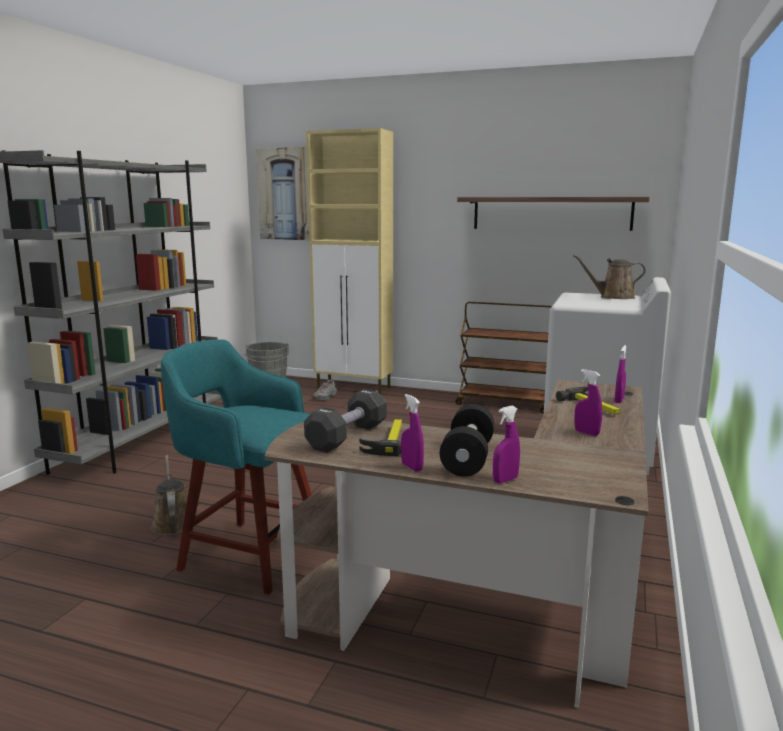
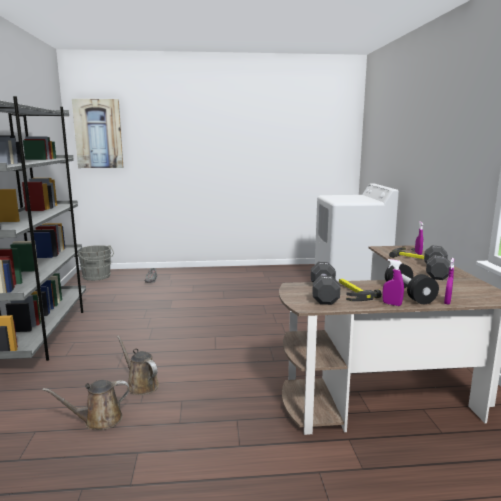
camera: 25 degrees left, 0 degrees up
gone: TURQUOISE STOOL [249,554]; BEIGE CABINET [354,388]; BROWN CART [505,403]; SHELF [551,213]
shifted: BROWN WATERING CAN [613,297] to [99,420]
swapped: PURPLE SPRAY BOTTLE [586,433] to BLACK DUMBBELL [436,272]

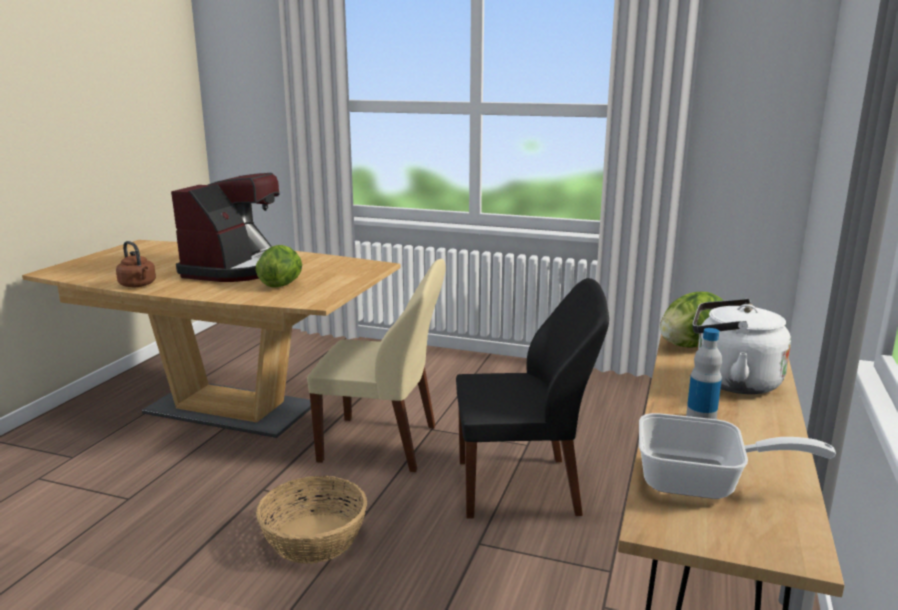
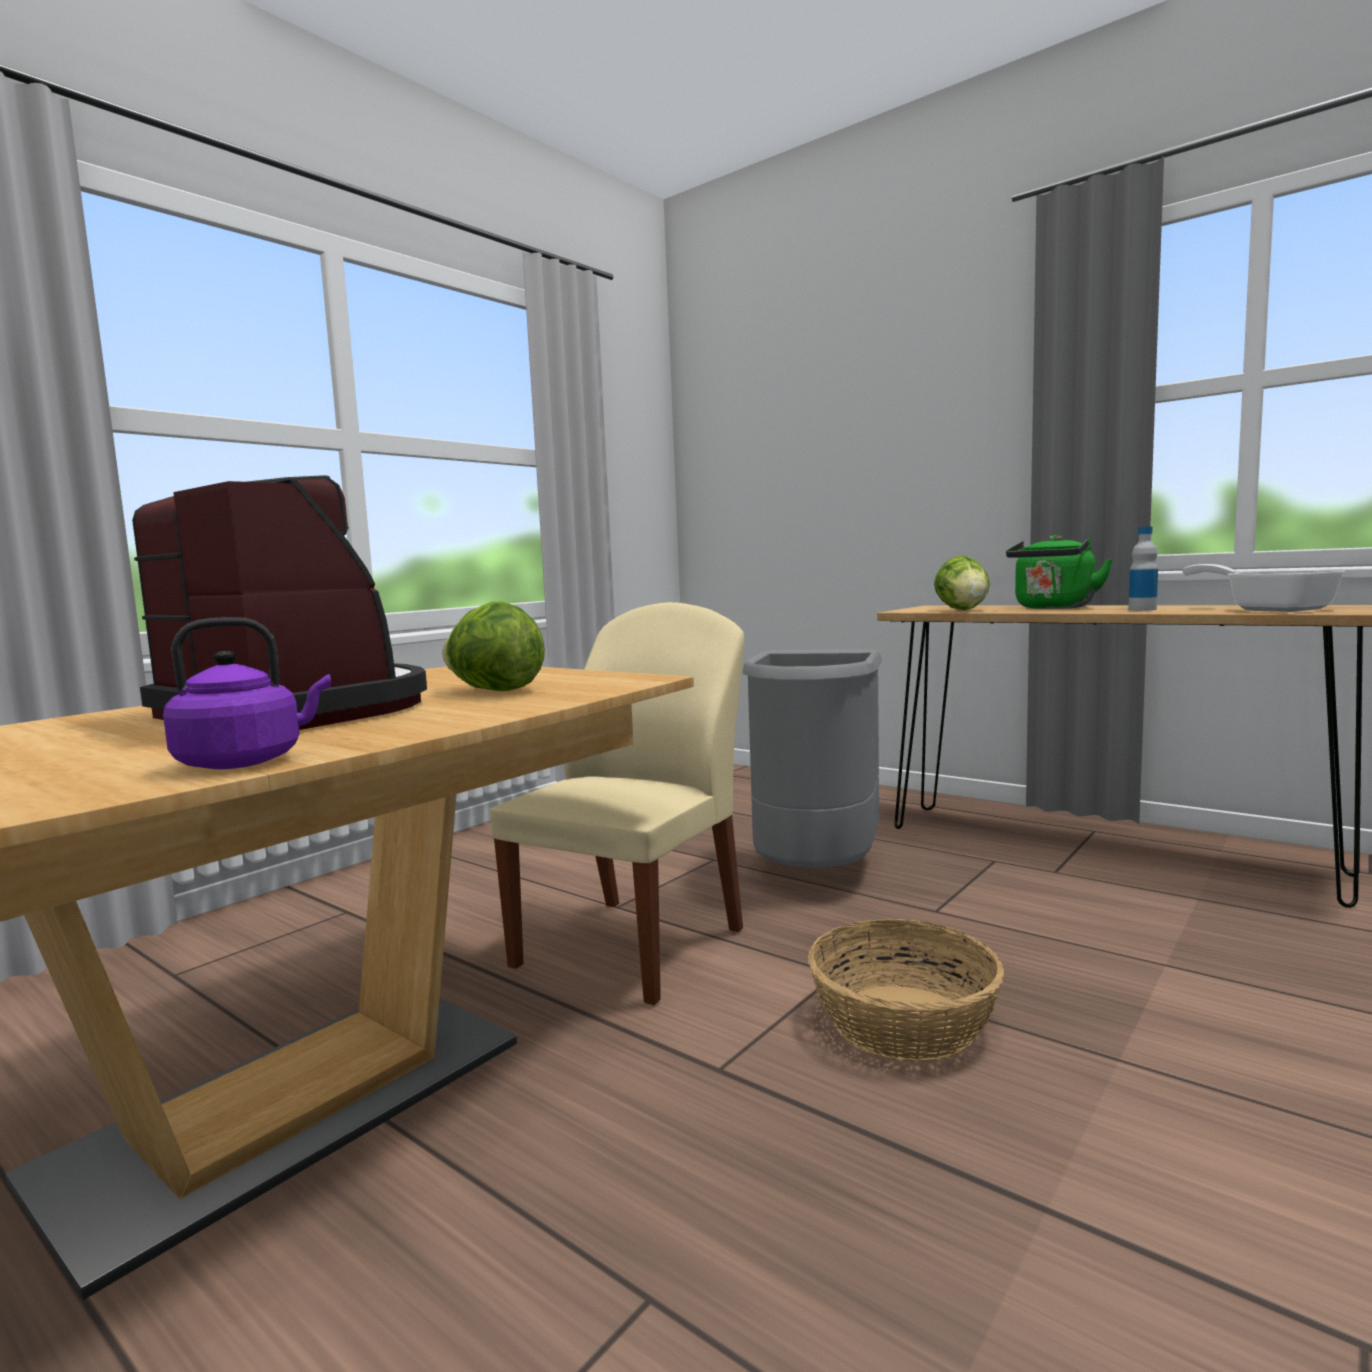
camera: 70 degrees left, 10 degrees down
swapped: BLACK CHAIR [521,487] to GREY TRASH CAN [817,875]
repainted: BROWN KETTLE [138,285] to PURPLE KETTLE [247,761]; WHITE KETTLE [730,382] to GREEN KETTLE [1053,608]
rotated: FRYING PAN [703,483] = [1269,609] 60 degrees counterclockwise

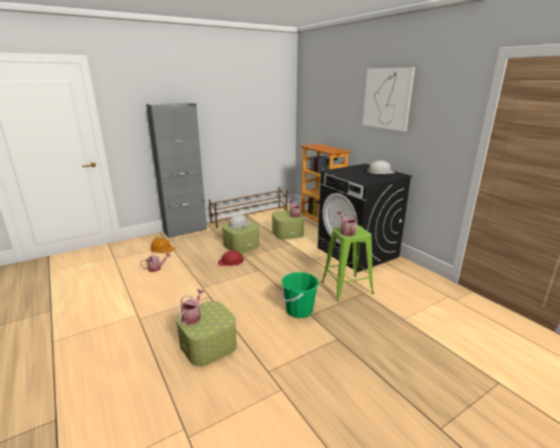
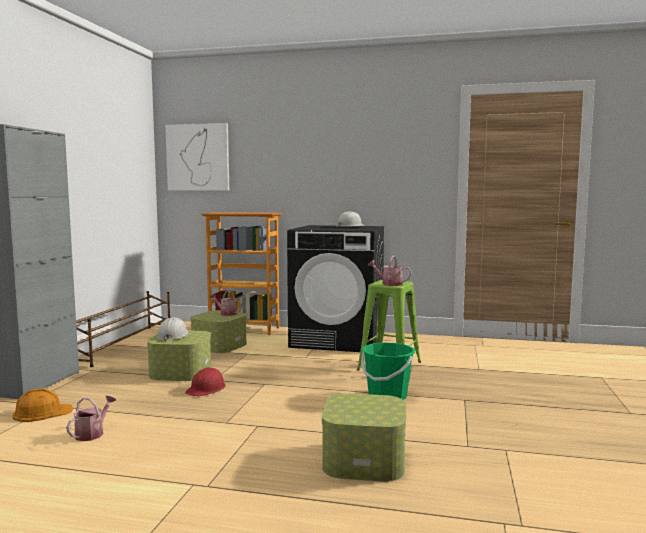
camera: 45 degrees left, 15 degrees down
gone: WATERING CAN [192,316]
shifted: PICTURE [387,98] to [198,157]

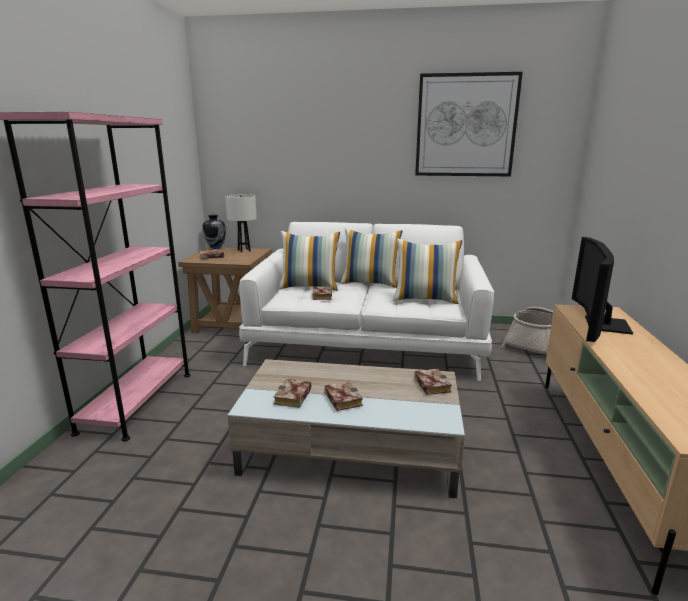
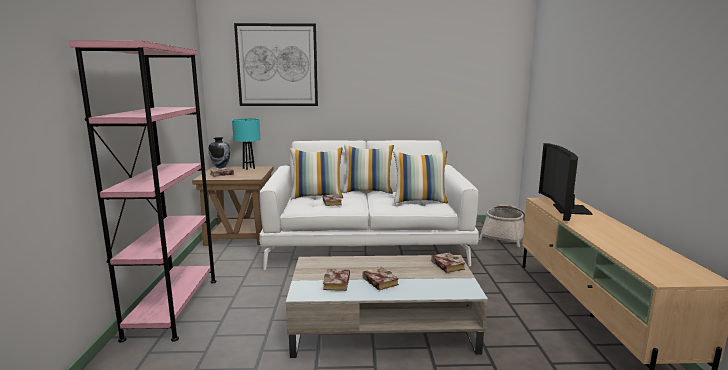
camera: 10 degrees left, 5 degrees down
shifted: PICTURE [466,126] to [277,65]
repainted: WHITE TABLE LAMP [244,250] to TURQUOISE TABLE LAMP [248,168]

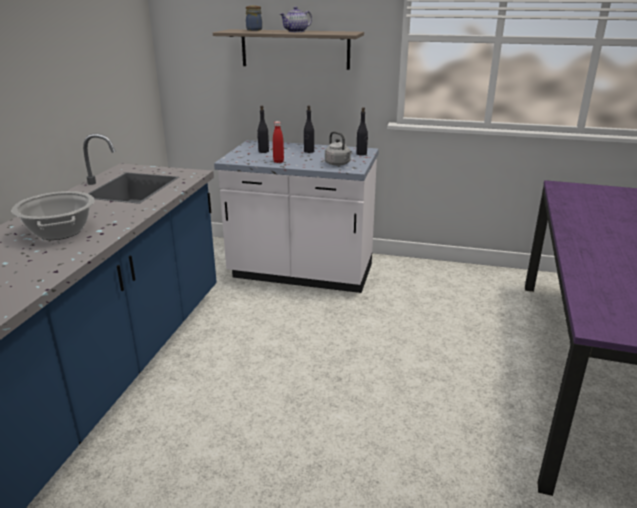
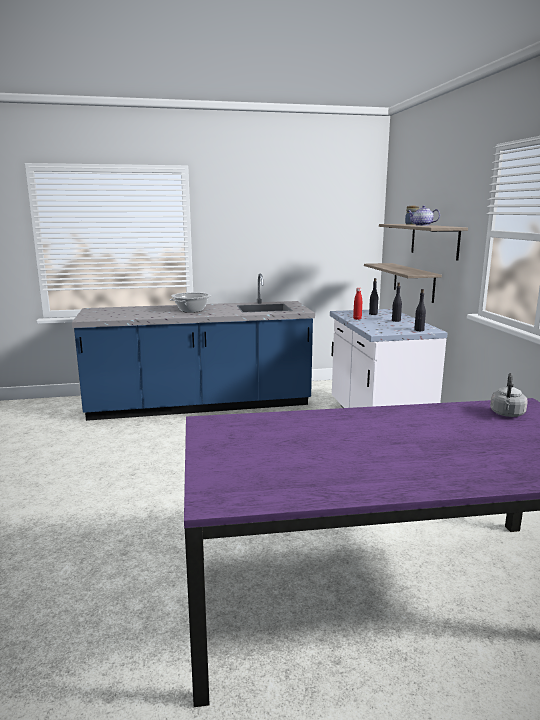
camera: 65 degrees right, 10 degrees down
new: SHELF [413,282]
shifted: GREY KETTLE [338,164] to [507,414]

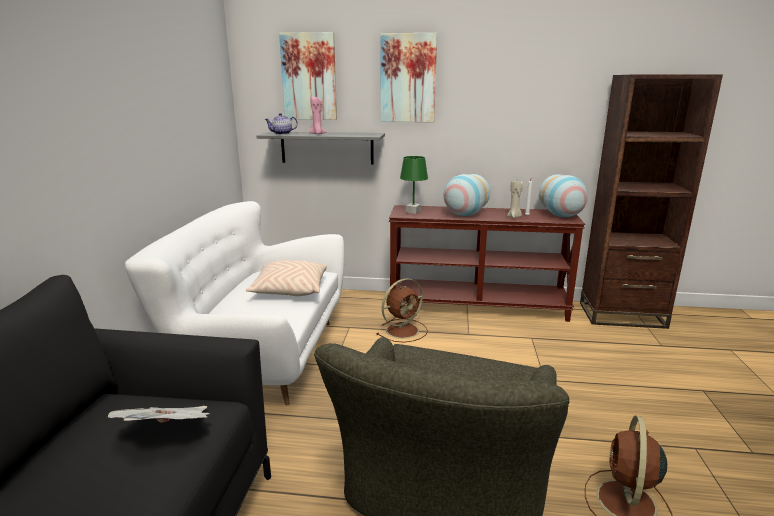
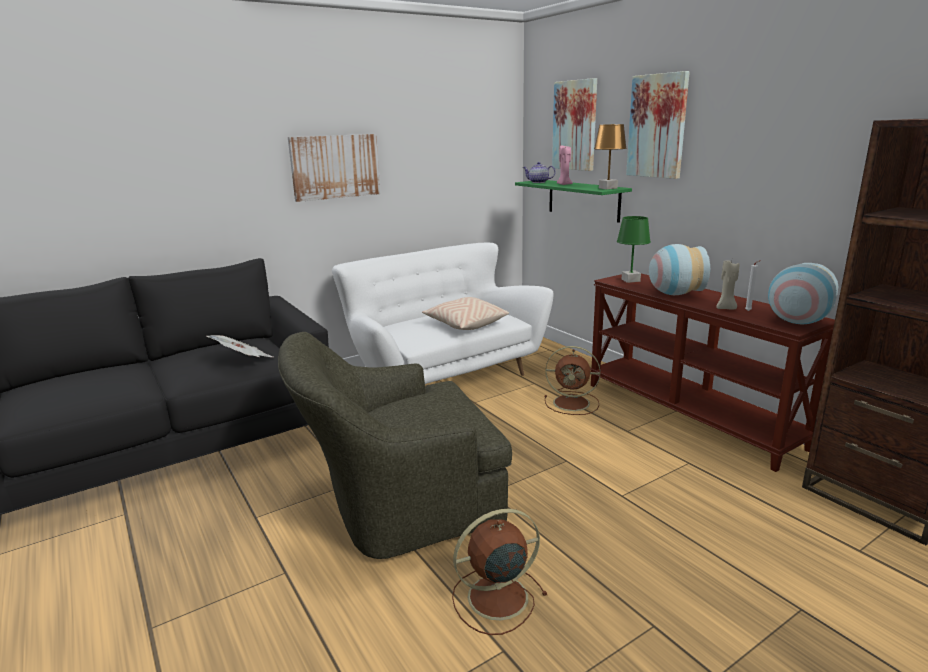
camera: 50 degrees right, 0 degrees up
new: PICTURE [335,166]; BROWN TABLE LAMP [608,188]
repainted: GREY SHELF [327,148] to GREEN SHELF [583,200]

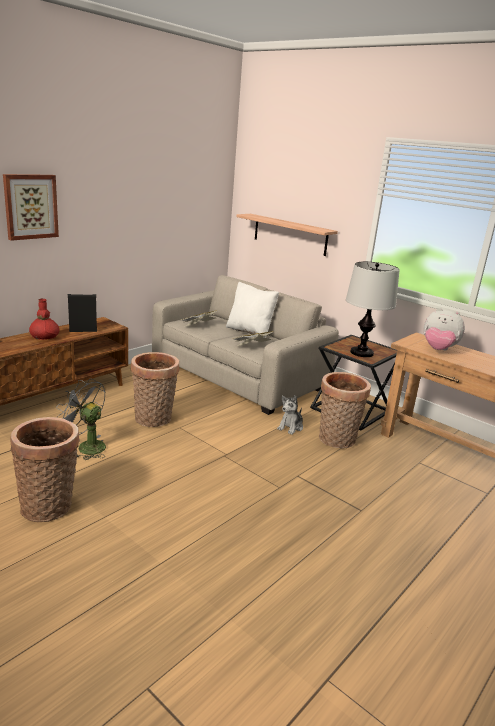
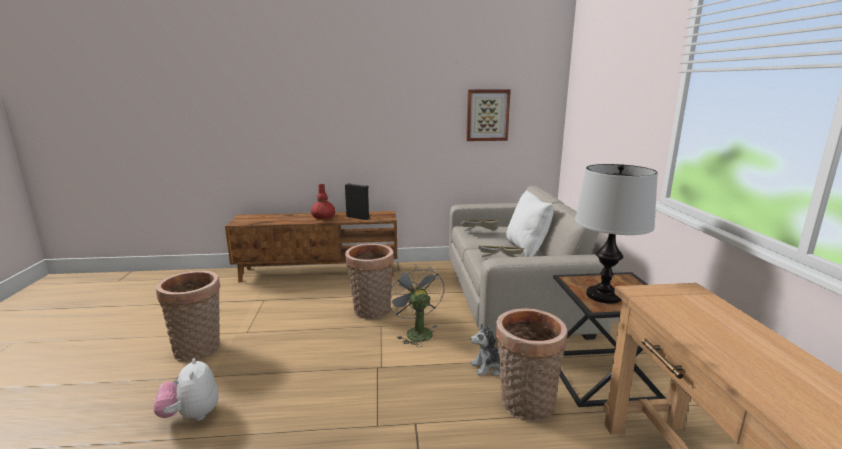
camera: 45 degrees right, 5 degrees down
gone: SHELF [290,234]
shifted: PICTURE [30,206] to [487,115]; GREY FAN [86,446] to [416,332]; PLUSH TOY [438,350] to [191,415]

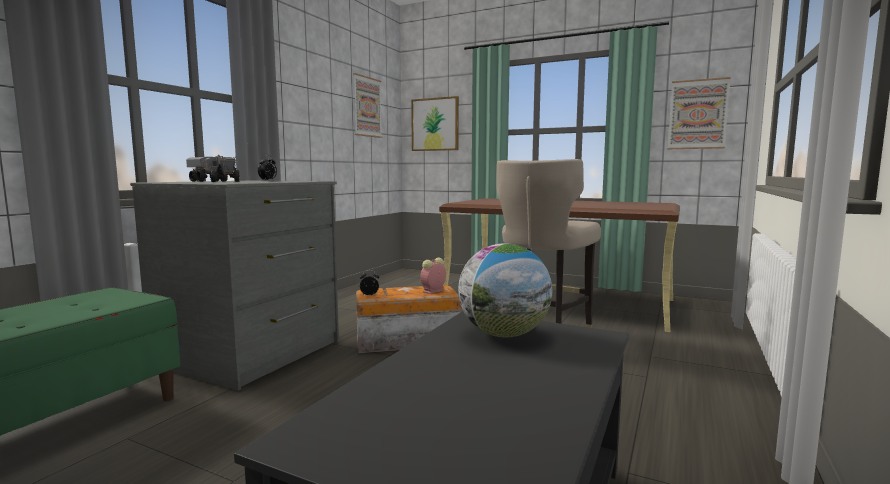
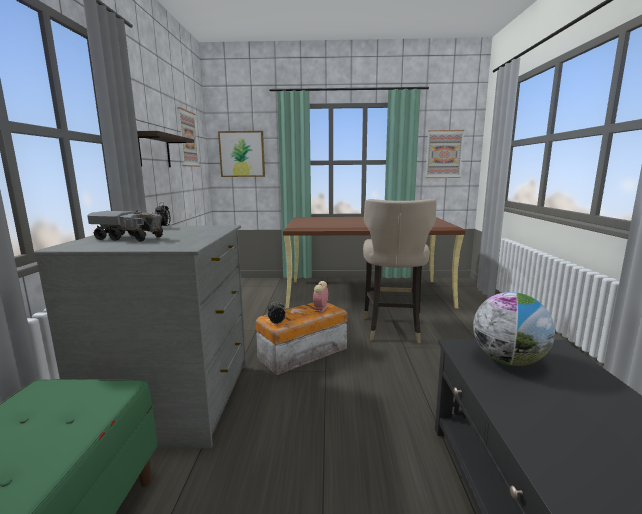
camera: 25 degrees left, 5 degrees up
new: SHELF [154,151]

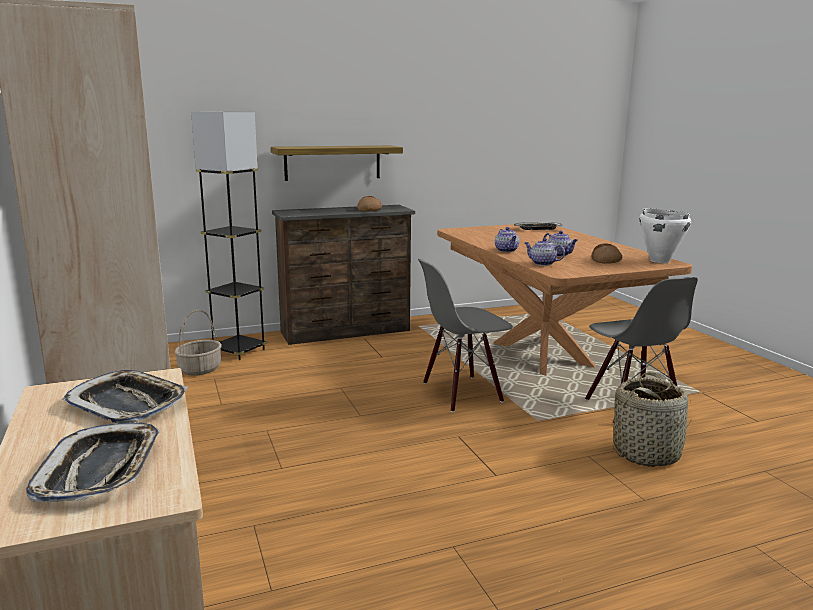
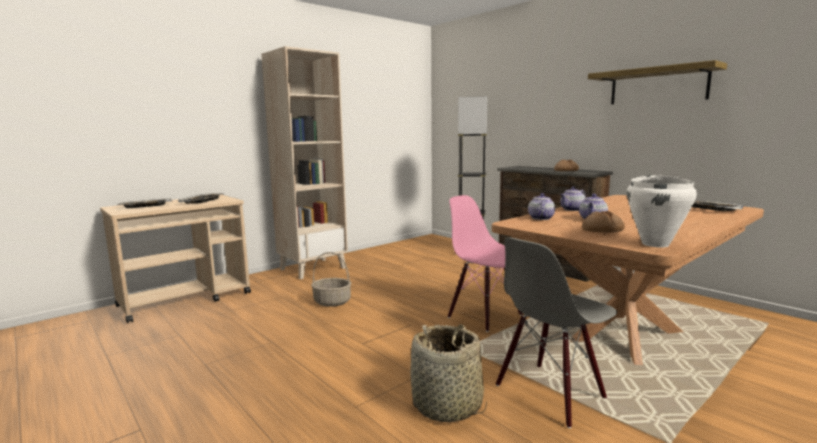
camera: 70 degrees right, 5 degrees down
shifted: BASKET [200,369] to [331,302]; SHELF [332,162] to [658,86]
repainted: GREY CHAIR [461,393] to PINK CHAIR [485,315]

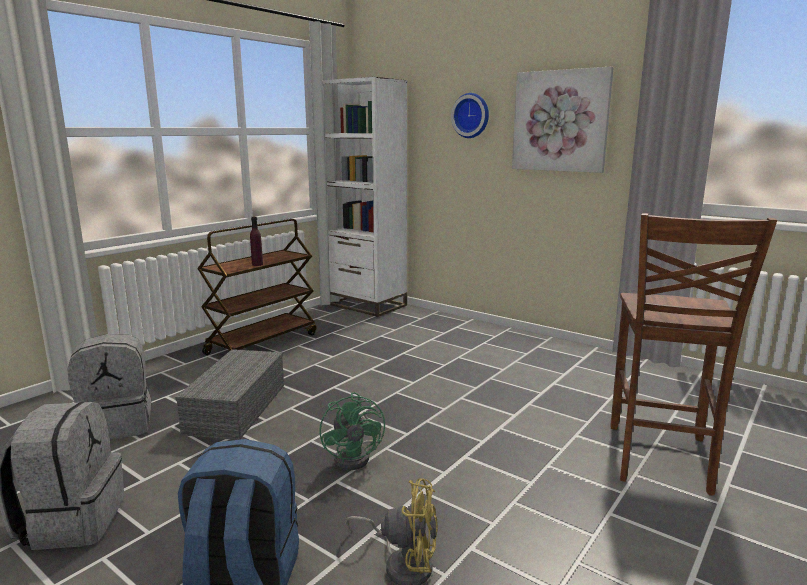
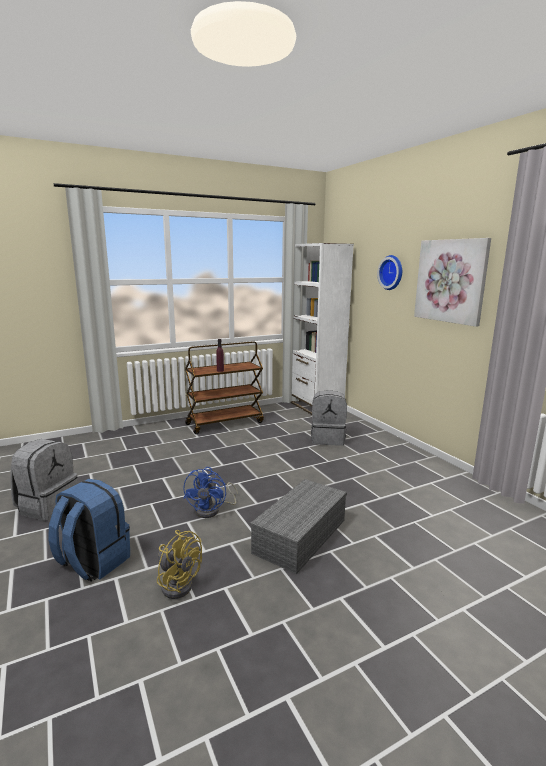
camera: 25 degrees right, 0 degrees up
gone: BROWN CHAIR [659,459]
shifted: GREY BACKPACK [118,425] to [328,439]; GREY STORAGE BOX [236,407] to [300,535]
repainted: GREEN FAN [357,457] to BLUE FAN [212,510]

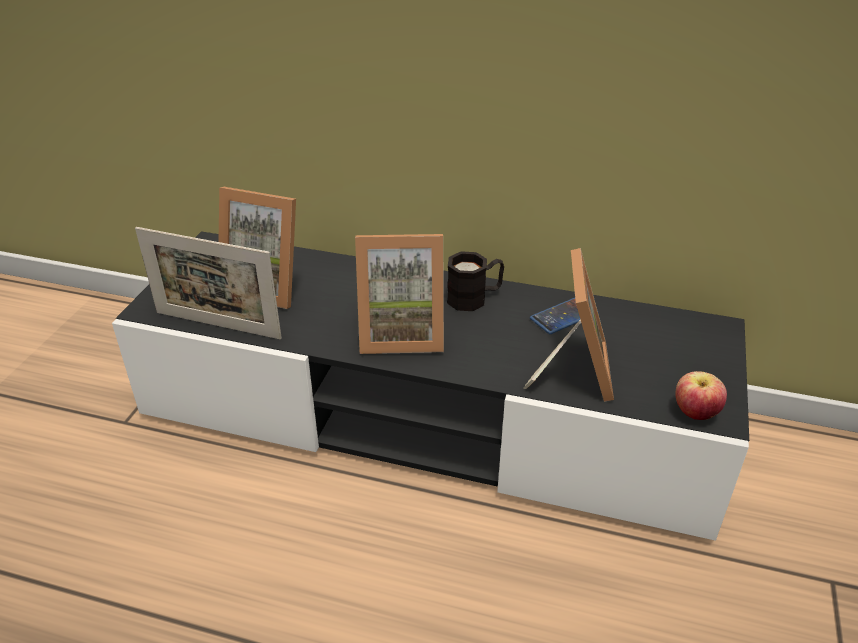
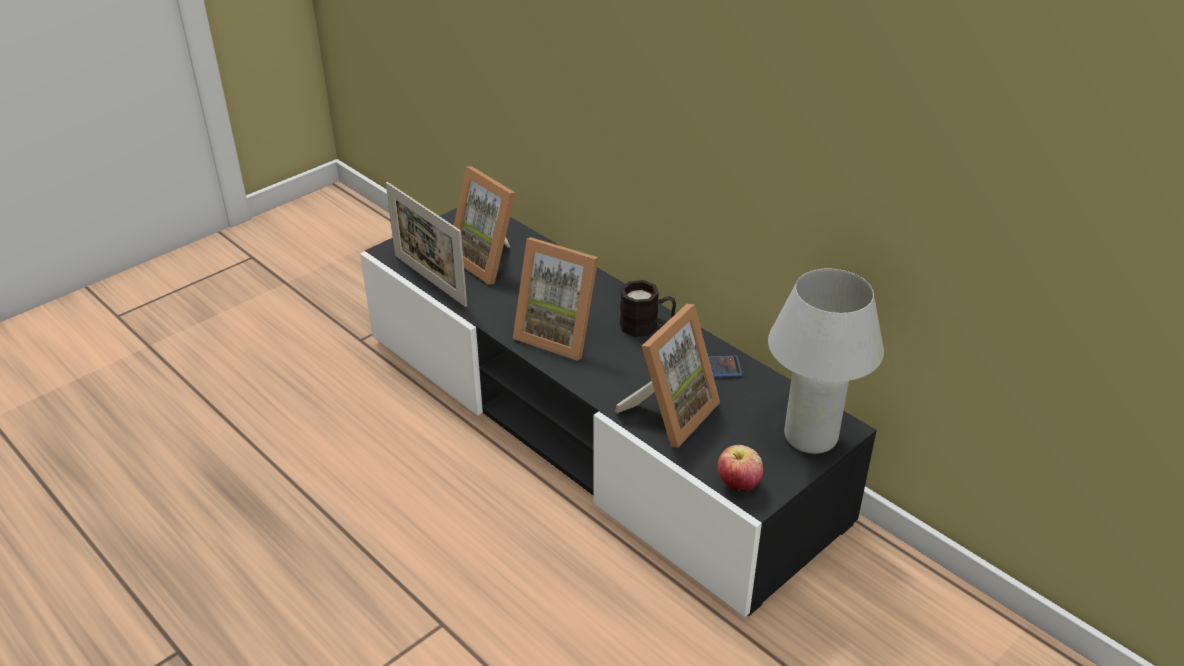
camera: 30 degrees right, 0 degrees up
new: WHITE TABLE LAMP [810,437]

